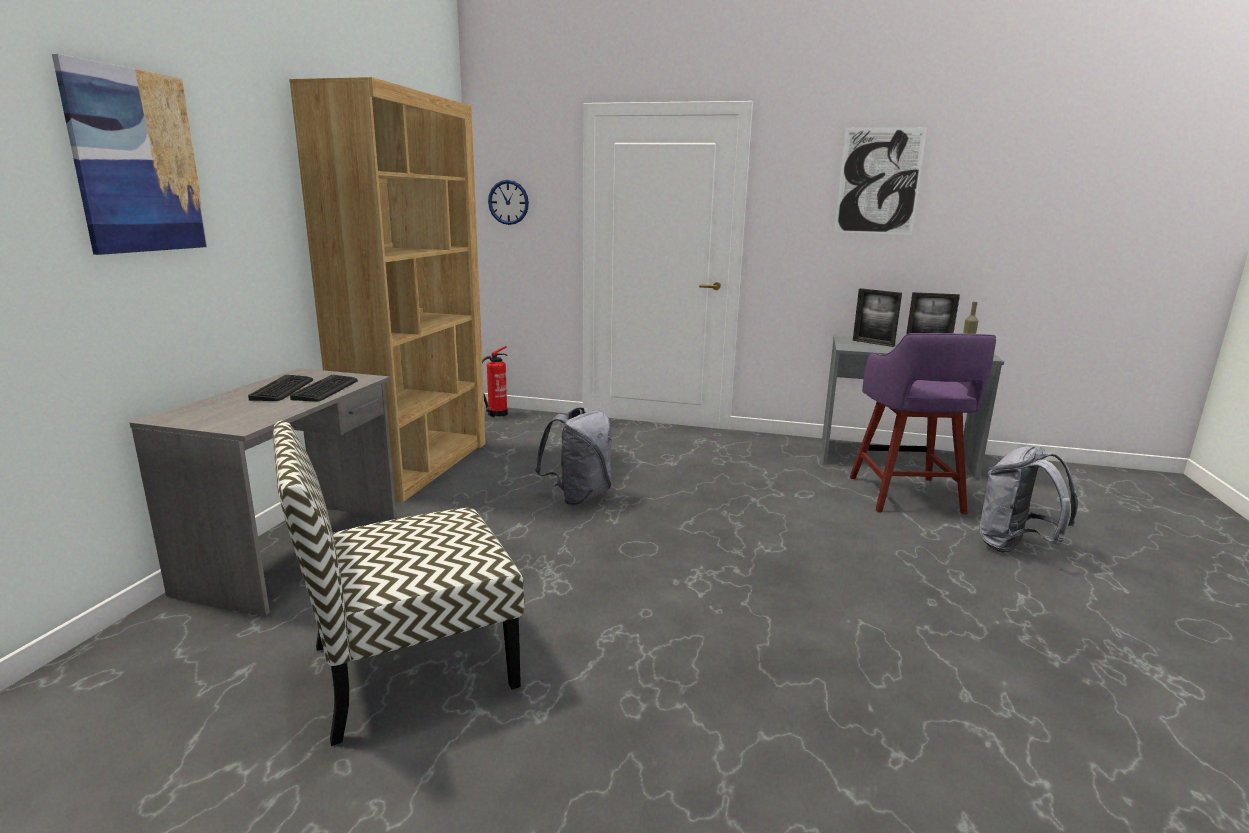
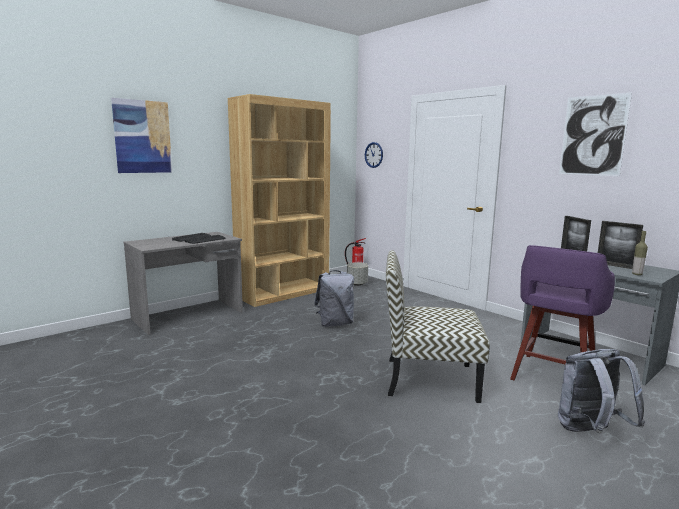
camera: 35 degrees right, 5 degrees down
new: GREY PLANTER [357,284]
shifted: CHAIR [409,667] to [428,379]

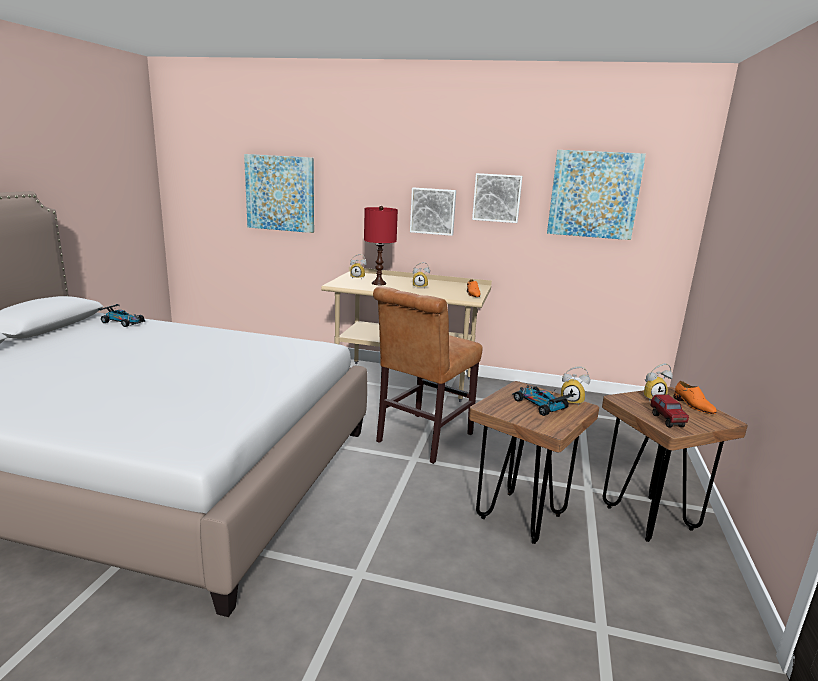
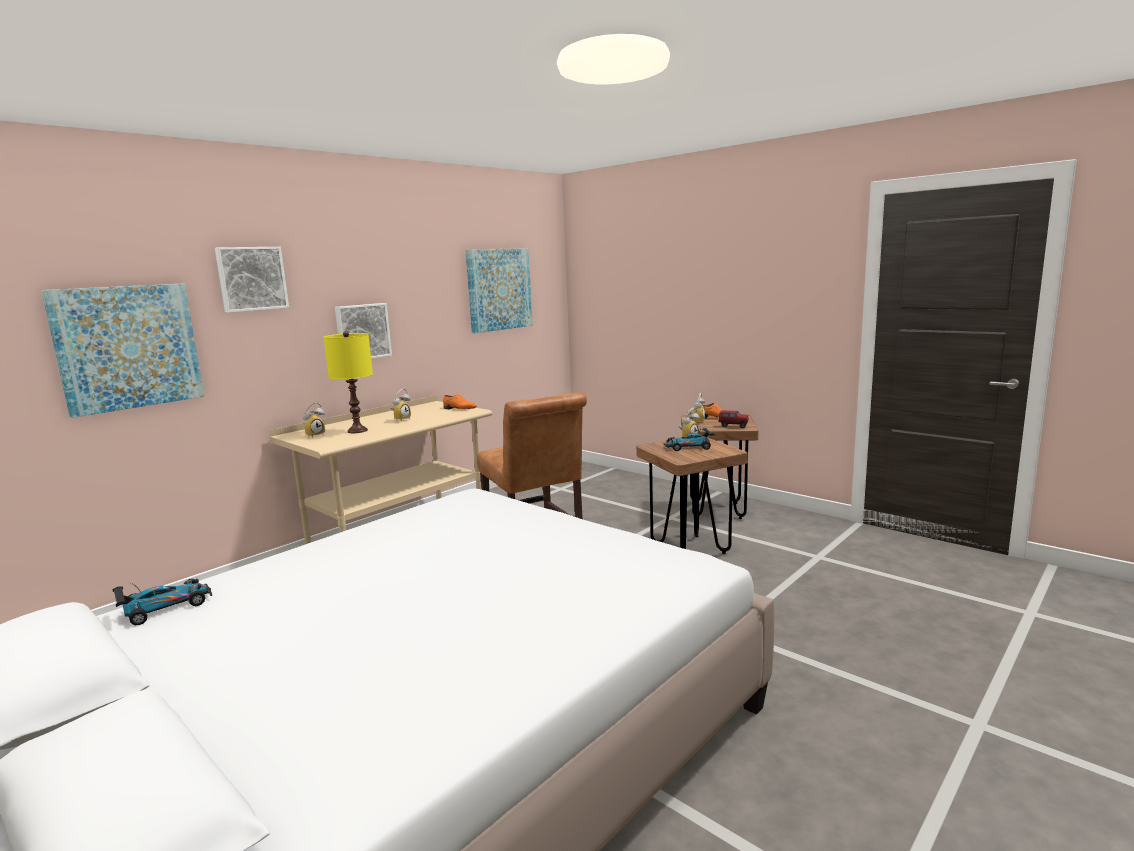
camera: 60 degrees left, 5 degrees down
shifted: PICTURE [497,198] to [251,279]
repainted: RED TABLE LAMP [379,283] to YELLOW TABLE LAMP [357,430]

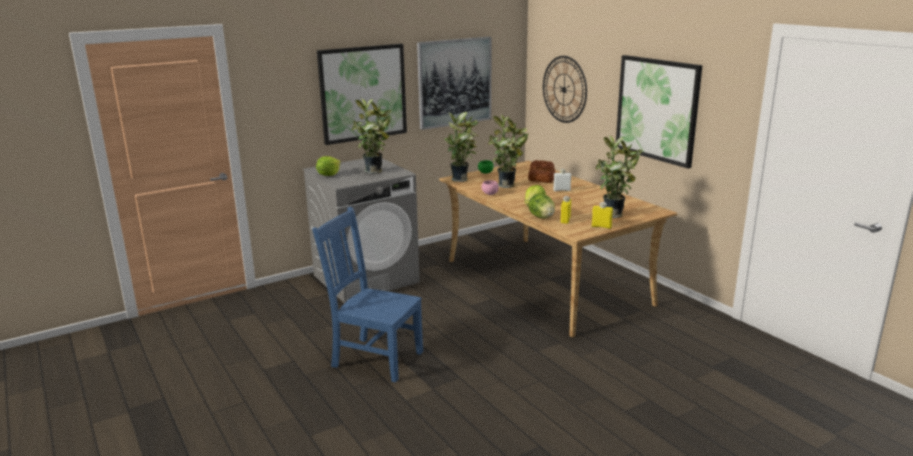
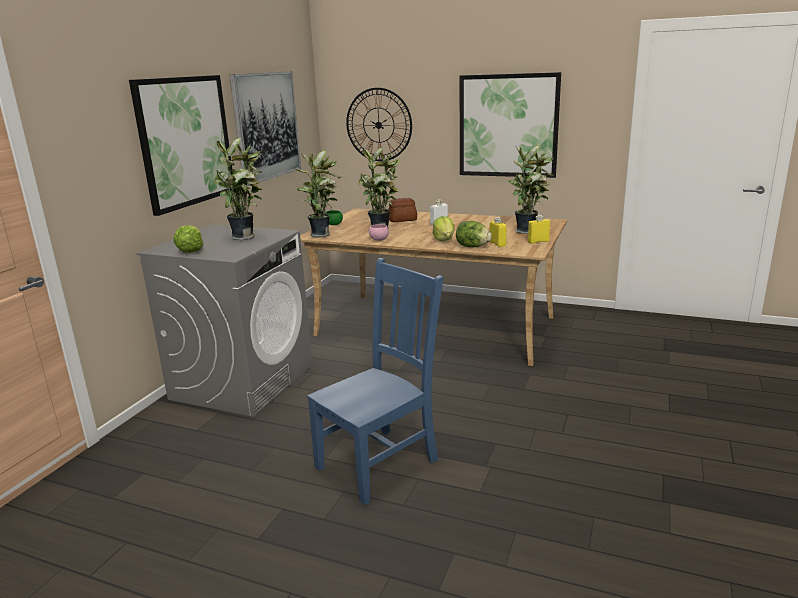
camera: 35 degrees left, 0 degrees up
rotated: BLUE CHAIR [375,358] = [380,462] 150 degrees clockwise

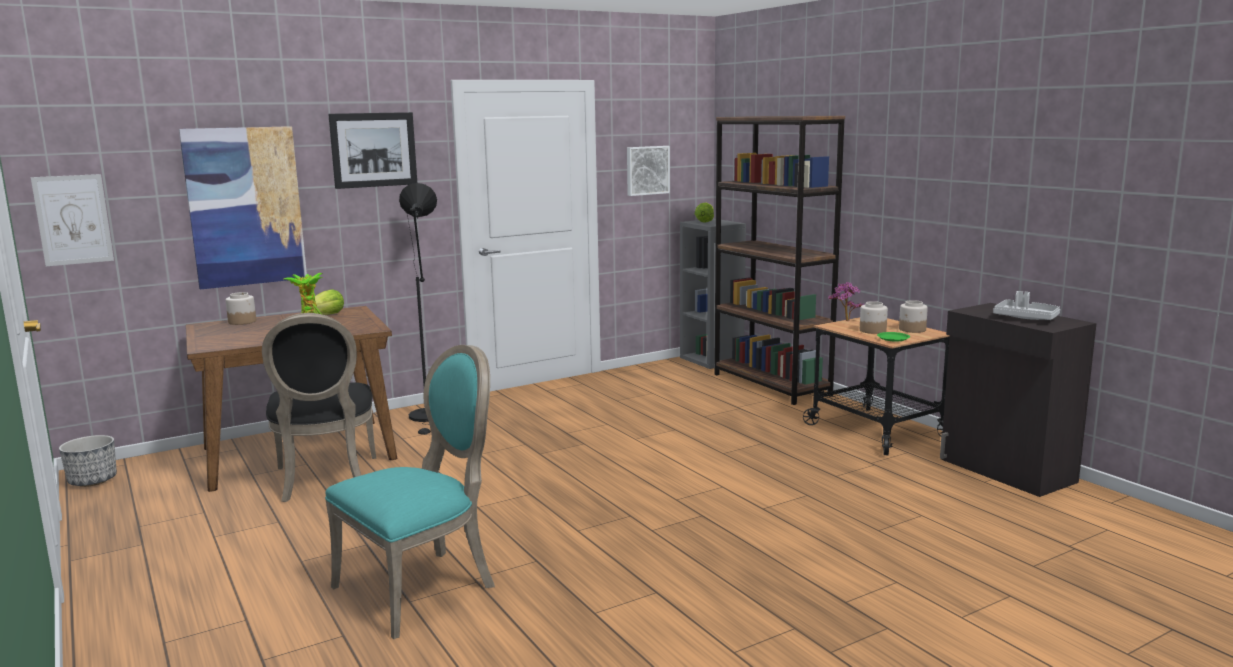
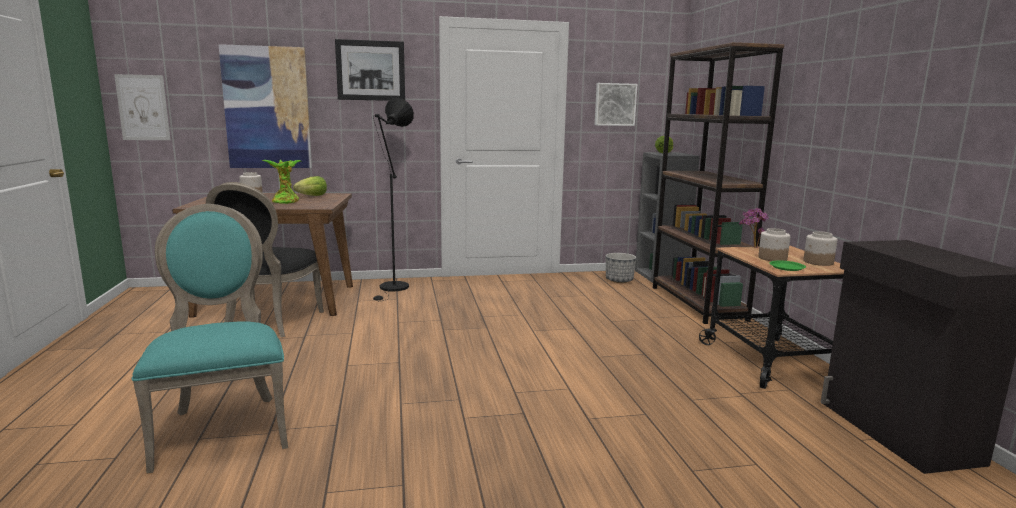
camera: 20 degrees right, 0 degrees up
gone: GREY TRAY [1026,318]
shifted: PLANTER [93,481] to [619,280]
rotated: TURQUOISE CHAIR [422,587] = [223,427] 90 degrees counterclockwise

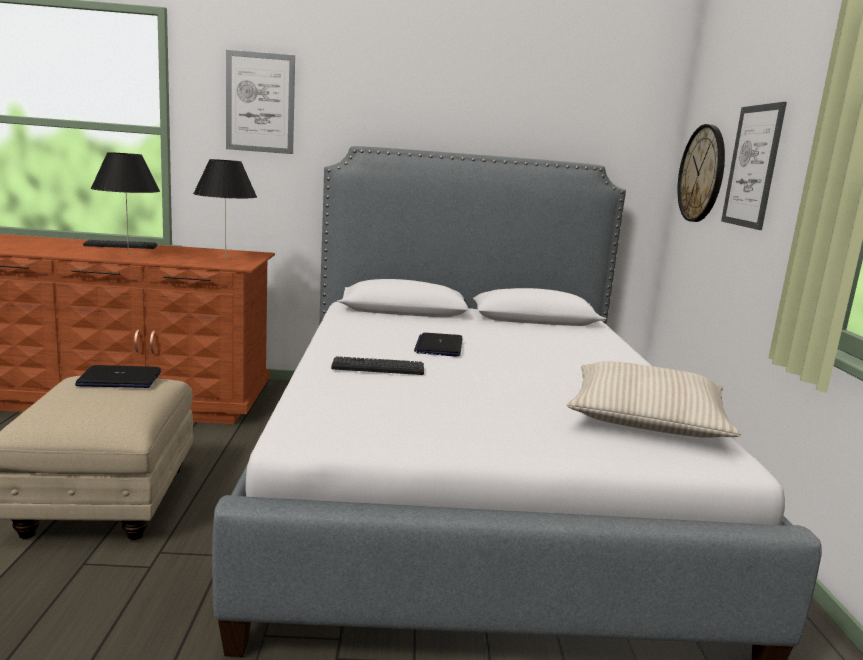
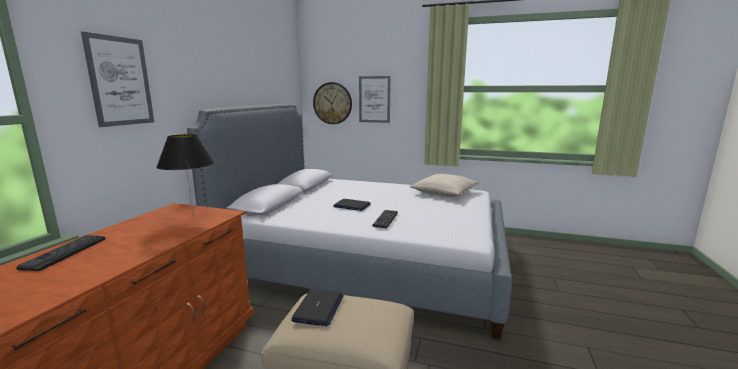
camera: 70 degrees left, 0 degrees up
gone: BLACK TABLE LAMP [128,255]

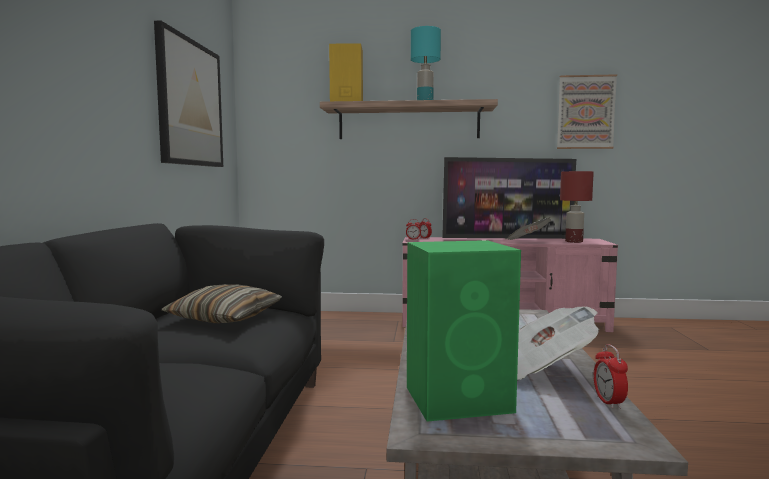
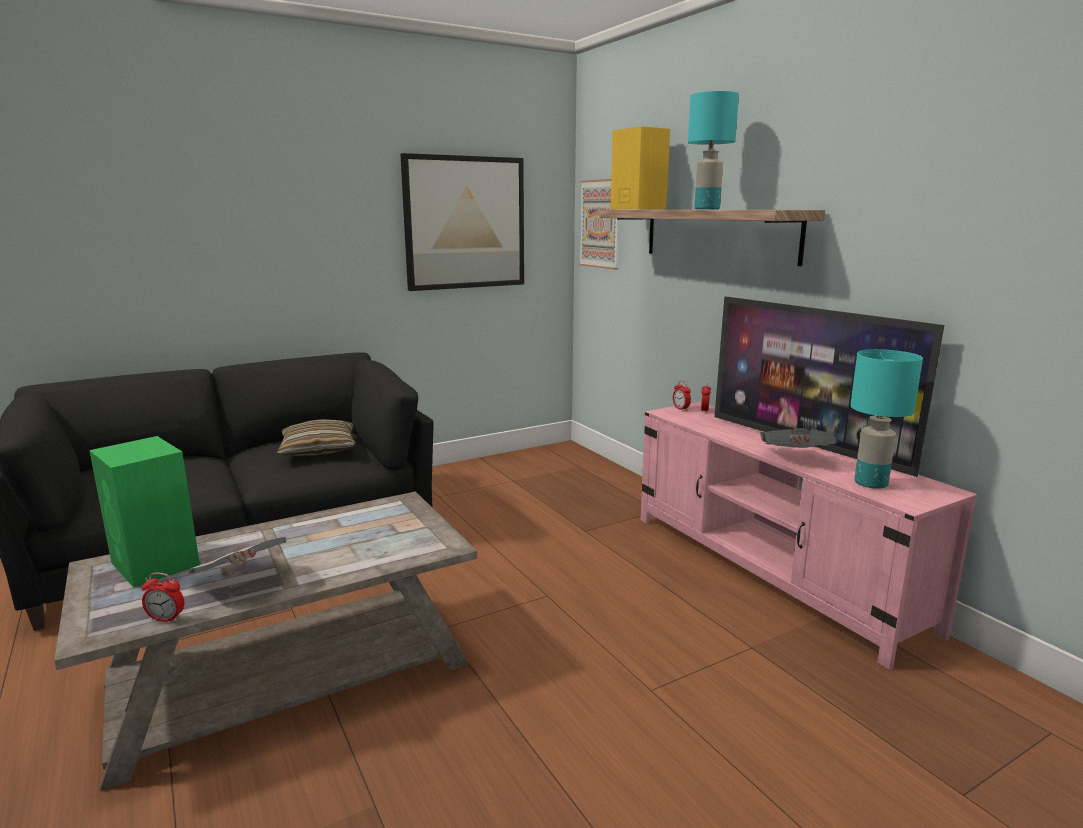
camera: 55 degrees right, 10 degrees up
shifted: PICTURE [586,112] to [600,224]
repainted: RED TABLE LAMP [573,241] to TURQUOISE TABLE LAMP [870,483]
rotated: ALARM CLOCK [608,402] = [166,619] 135 degrees counterclockwise

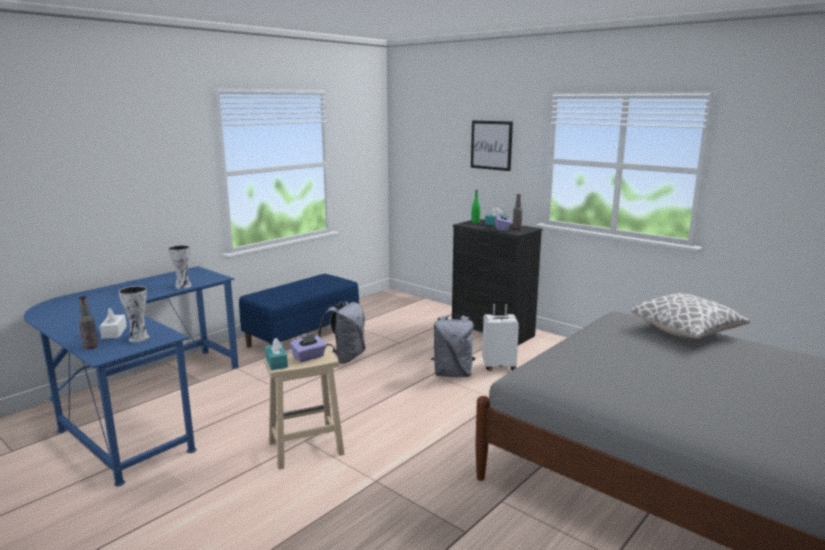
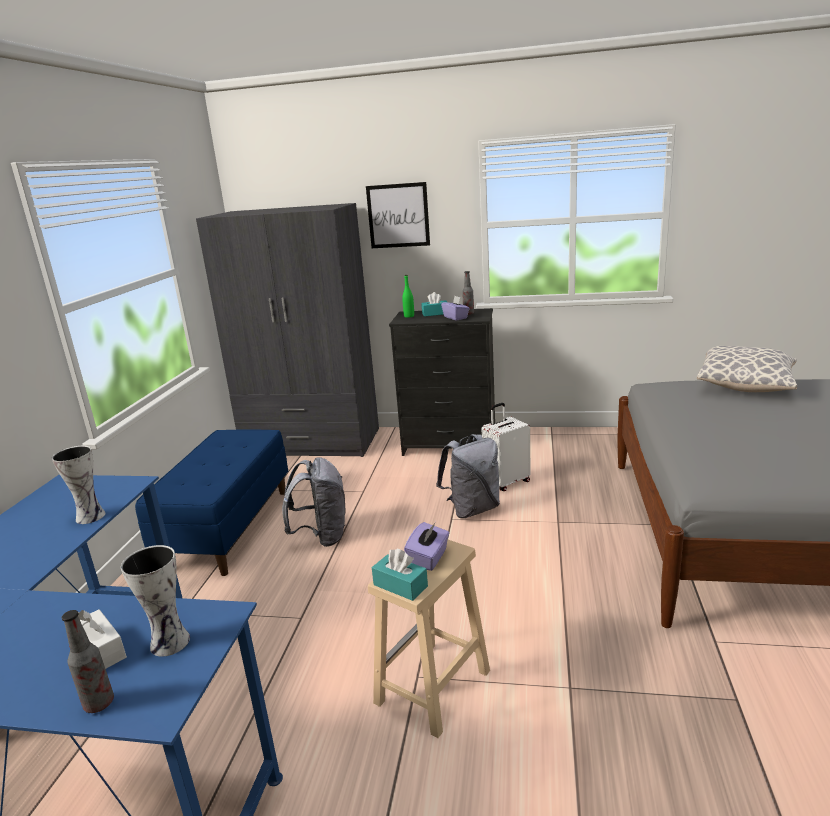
camera: 30 degrees left, 5 degrees up
new: GREY WARDROBE [312,442]

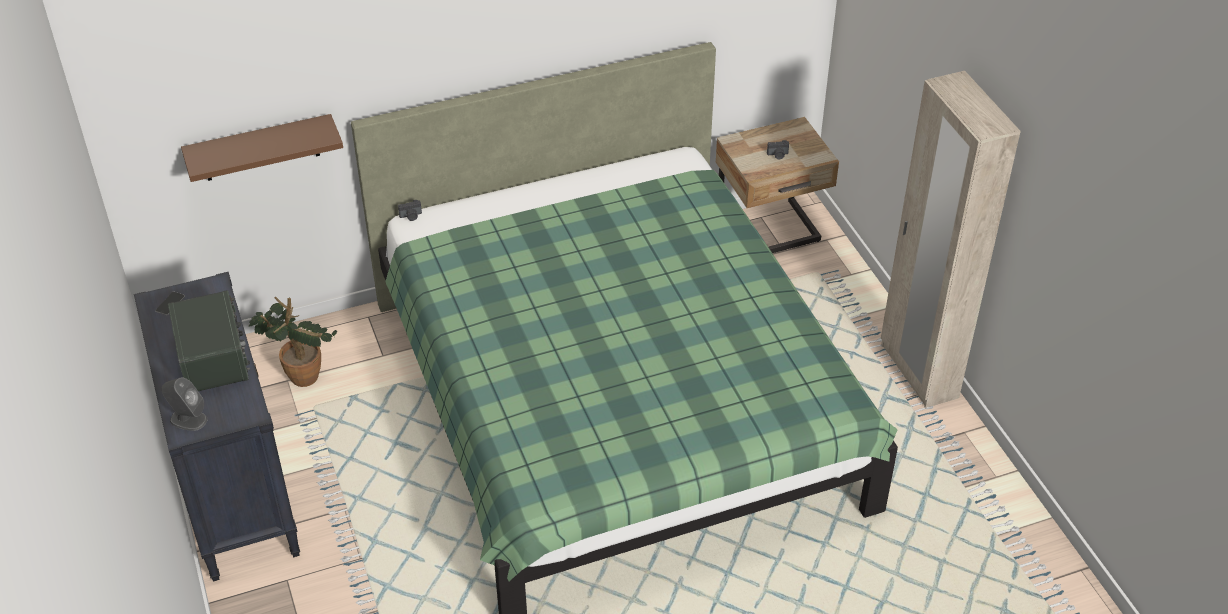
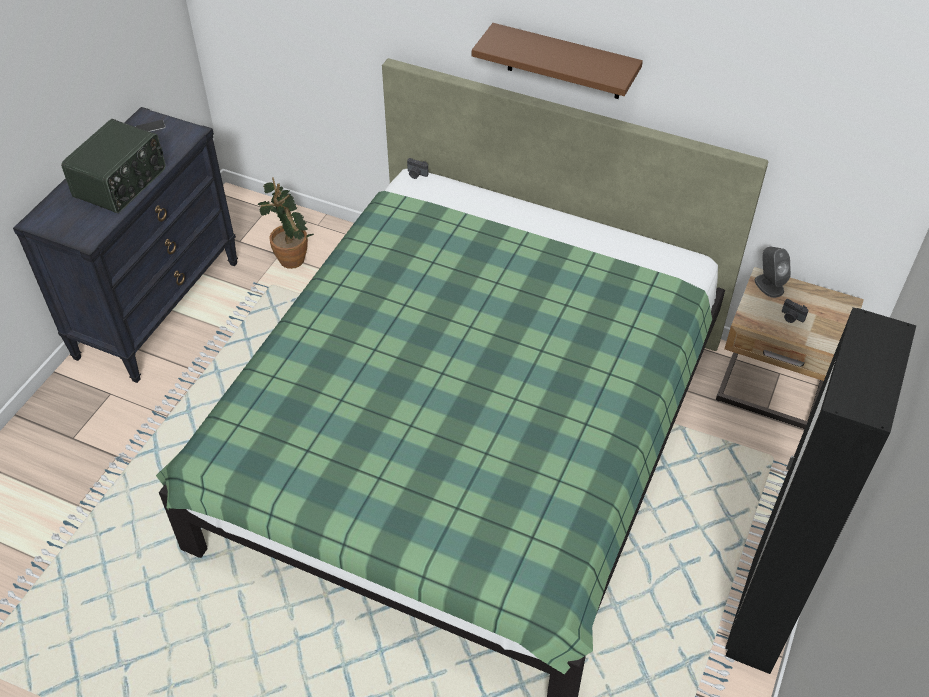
camera: 45 degrees right, 5 degrees up
shifted: GREY SPEAKER [188,419] to [769,285]; BROWN SHELF [260,148] to [564,62]
repainted: BEIGE WARDROBE [918,371] to BLACK WARDROBE [759,617]

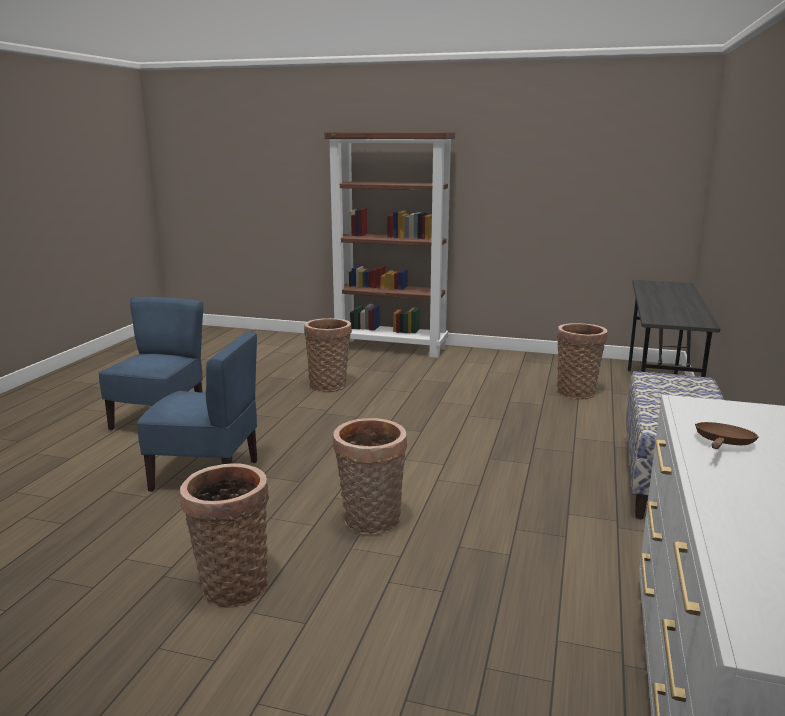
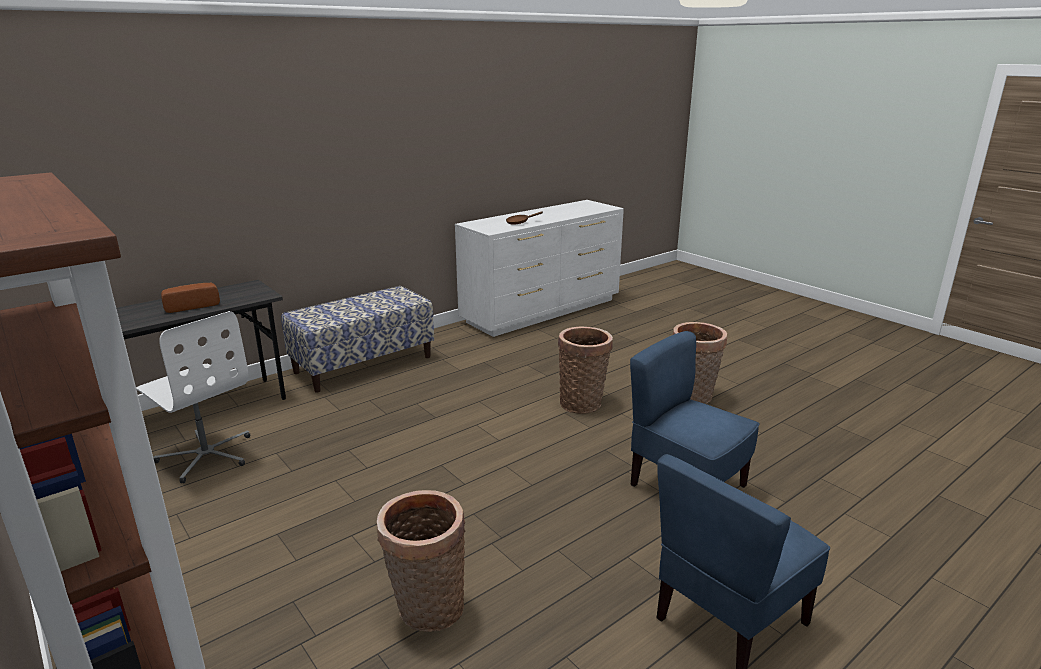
camera: 145 degrees left, 5 degrees up
new: BREAD [191,306]
swapped: BASKET [576,392] to WHITE OFFICE CHAIR [206,455]

